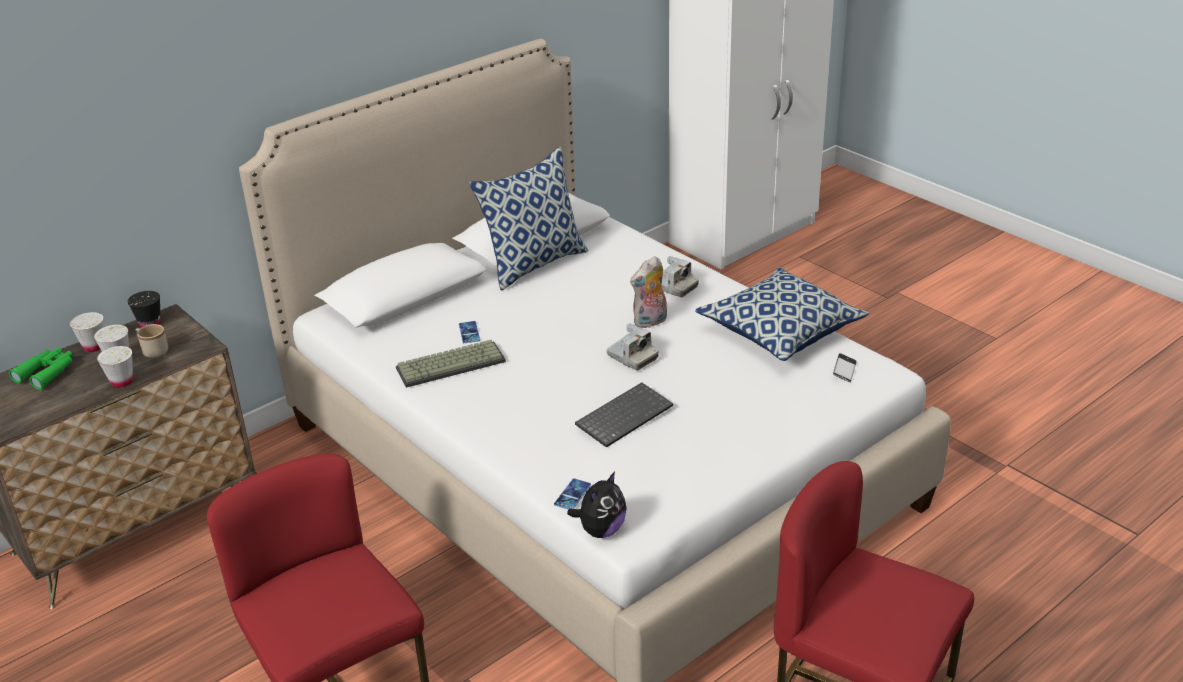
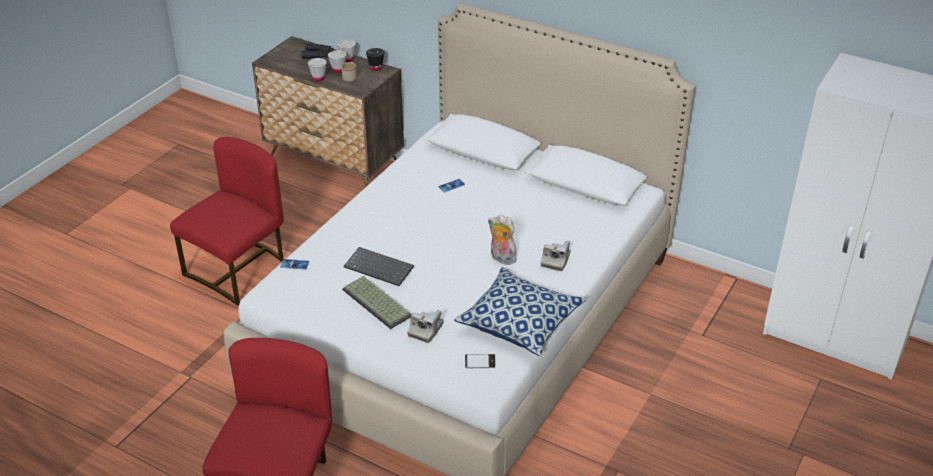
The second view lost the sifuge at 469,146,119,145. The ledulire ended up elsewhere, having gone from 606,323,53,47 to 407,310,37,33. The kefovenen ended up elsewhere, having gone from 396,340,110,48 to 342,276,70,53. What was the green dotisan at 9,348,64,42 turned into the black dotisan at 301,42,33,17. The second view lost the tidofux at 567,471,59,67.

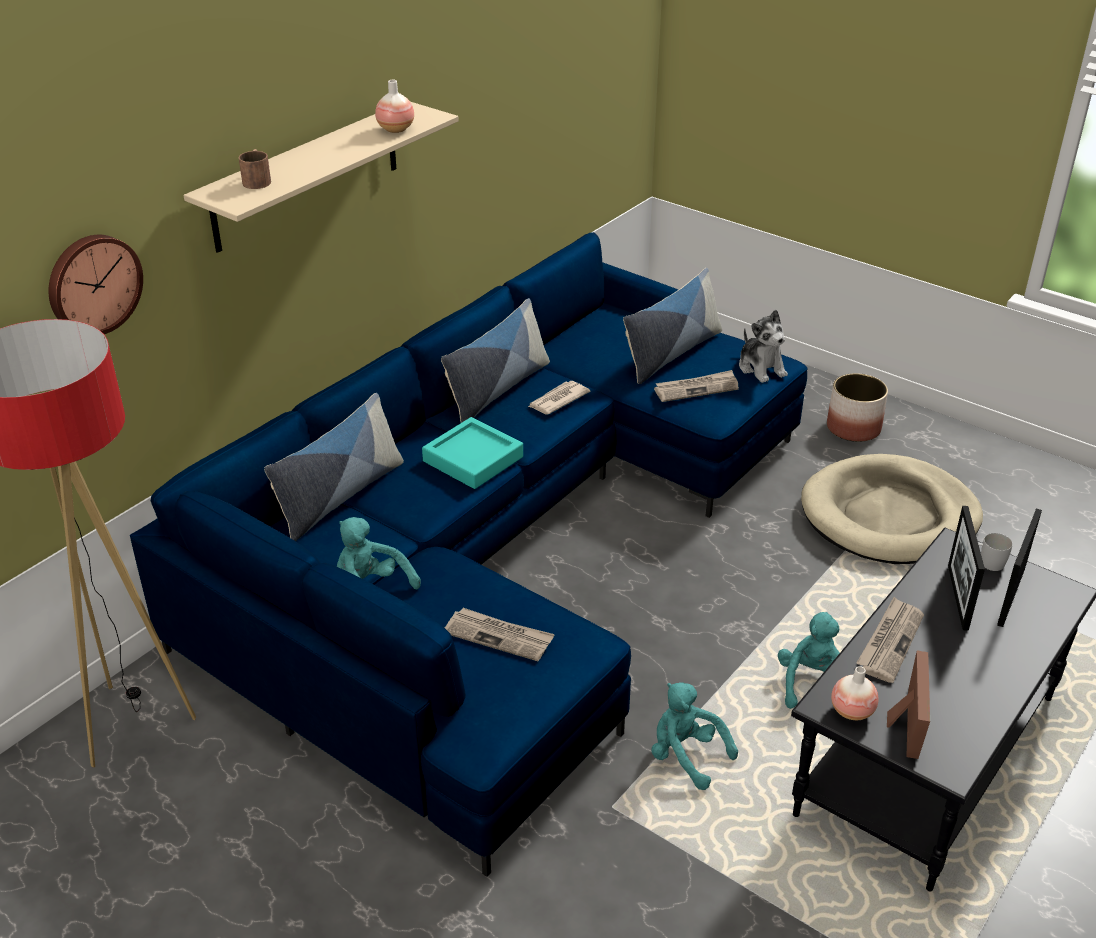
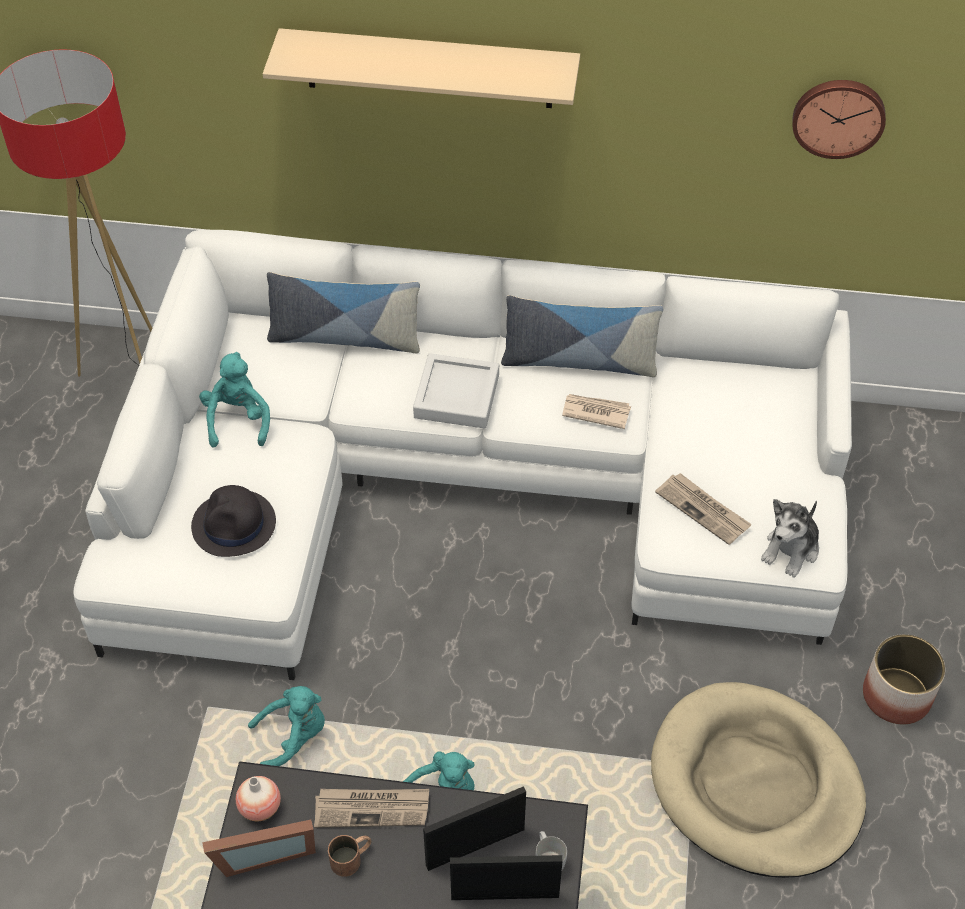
The second view lost the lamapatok at 375,80,39,53. The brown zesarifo ended up elsewhere, having gone from 239,149,32,40 to 328,835,43,42. What was the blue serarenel at 130,232,678,645 turned into the white serarenel at 73,230,779,450. The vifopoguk ended up elsewhere, having gone from 48,235,95,99 to 793,80,93,79. The second view lost the sifuge at 623,268,99,116. What was the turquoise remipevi at 422,417,101,72 turned into the grey remipevi at 413,353,86,76. Where the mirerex stood at 444,608,111,53, the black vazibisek came to stand at 191,485,85,72. The turquoise tidofux at 651,682,87,108 ended up facing another way, 60 degrees clockwise from before.

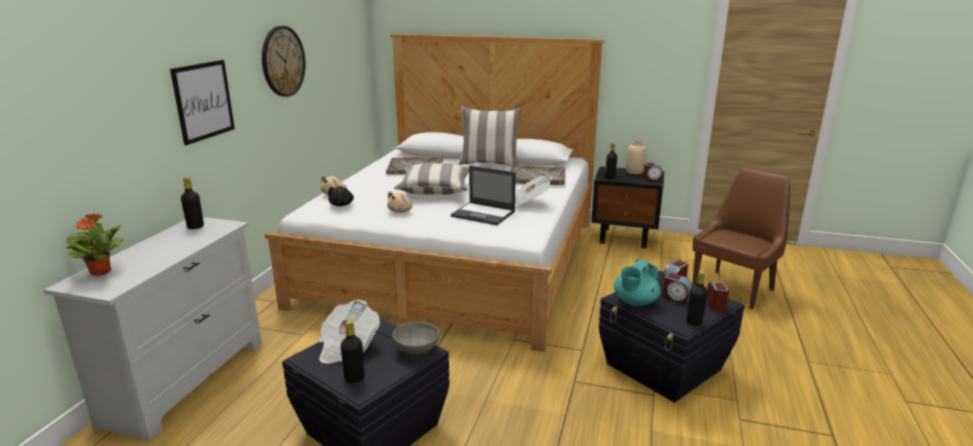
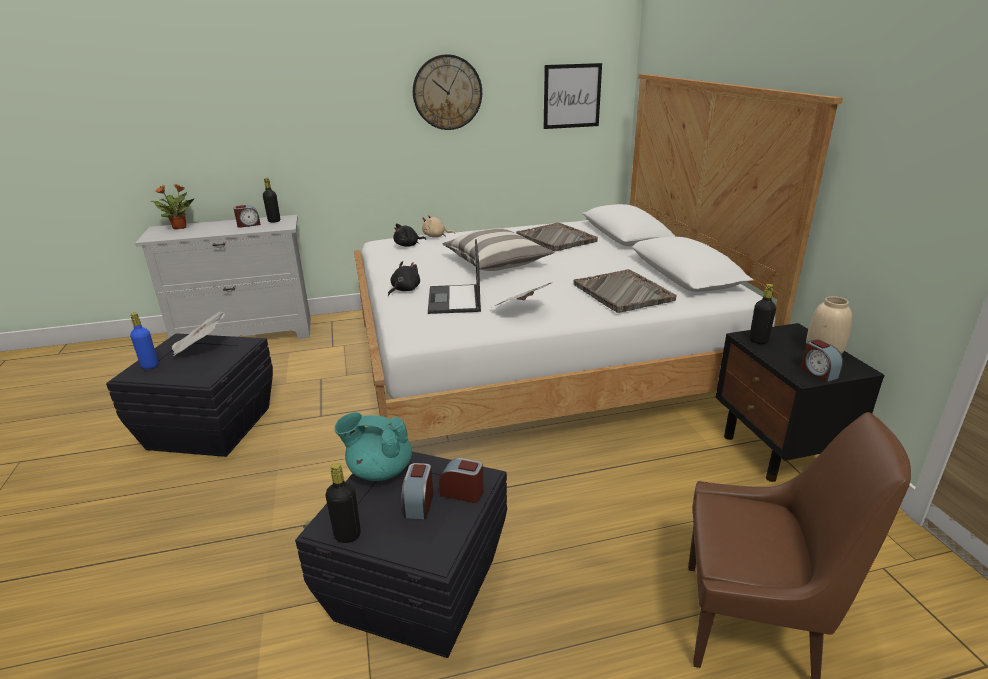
The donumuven ended up elsewhere, having gone from 170,60,65,85 to 544,63,58,66. The second view lost the sifuge at 458,106,64,61. The second view lost the beige tidofux at 387,191,26,22. The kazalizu ended up elsewhere, having gone from 707,282,22,30 to 233,205,28,23. What was the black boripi at 340,321,24,62 turned into the blue boripi at 130,313,28,56. The second view lost the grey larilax at 392,321,48,34. The second view gained the black tidofux at 388,261,32,35.

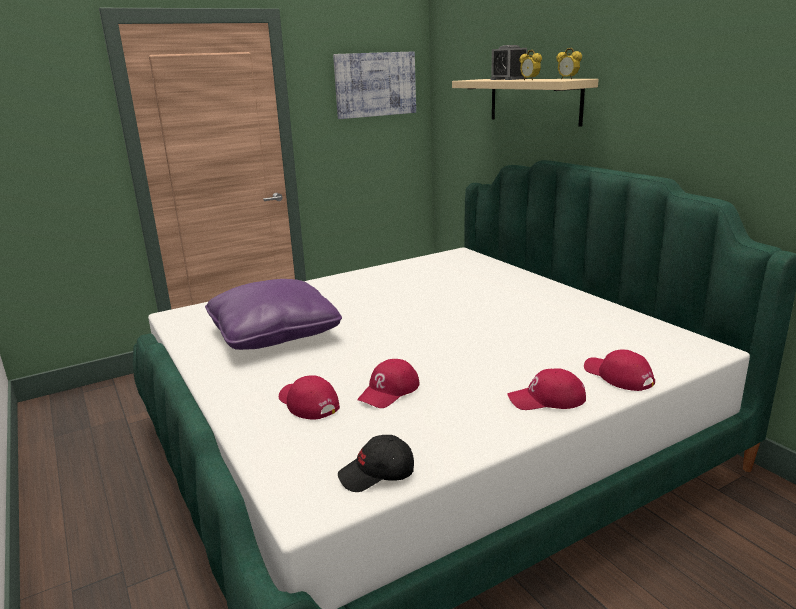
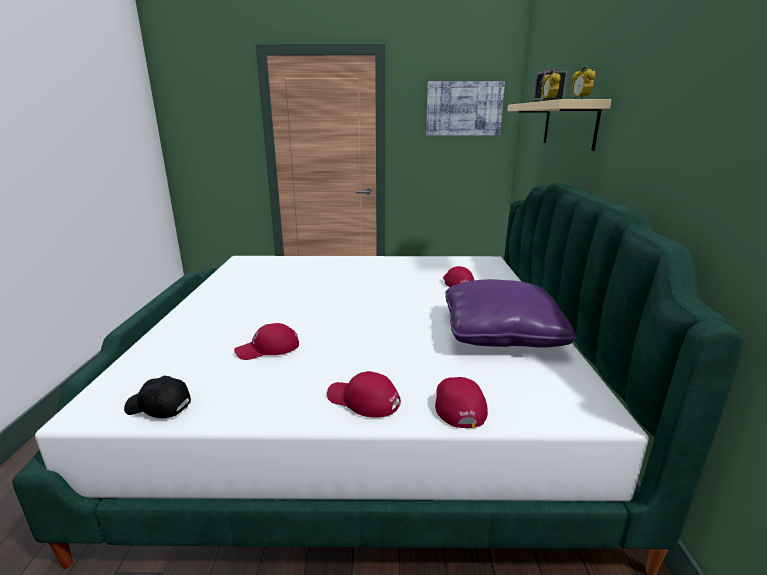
The purple sifuge ended up elsewhere, having gone from 205,279,137,71 to 445,279,131,69. The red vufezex ended up elsewhere, having gone from 279,375,61,44 to 443,266,31,21.

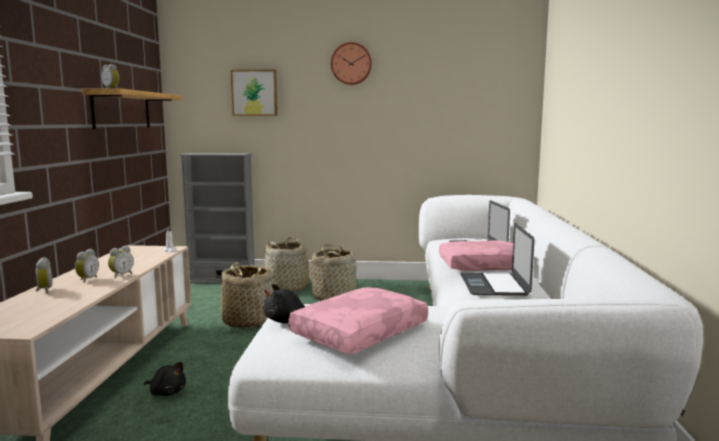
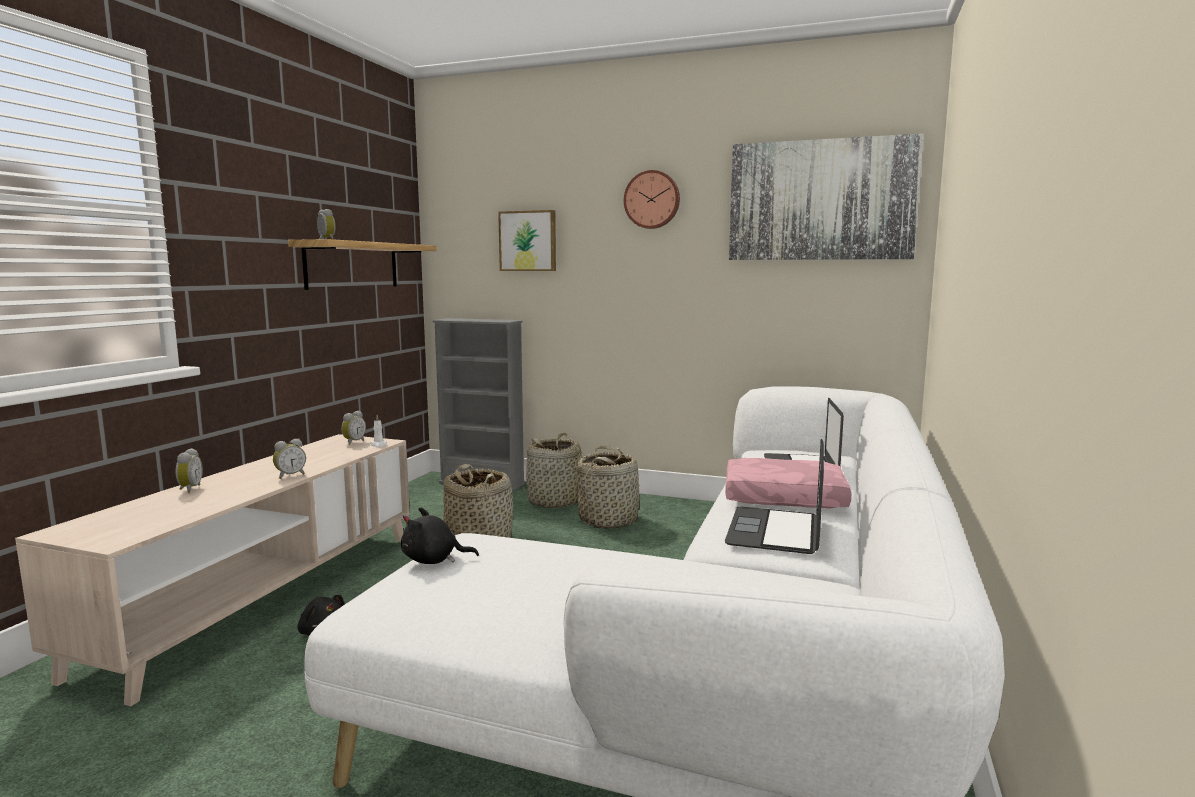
The kazalizu ended up elsewhere, having gone from 75,249,24,34 to 341,411,25,34. The second view lost the pink sifuge at 289,287,139,67. The second view gained the donumuven at 729,133,195,127.

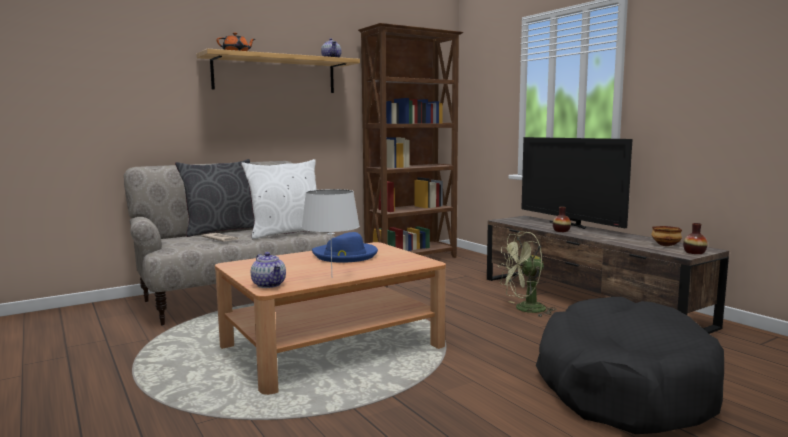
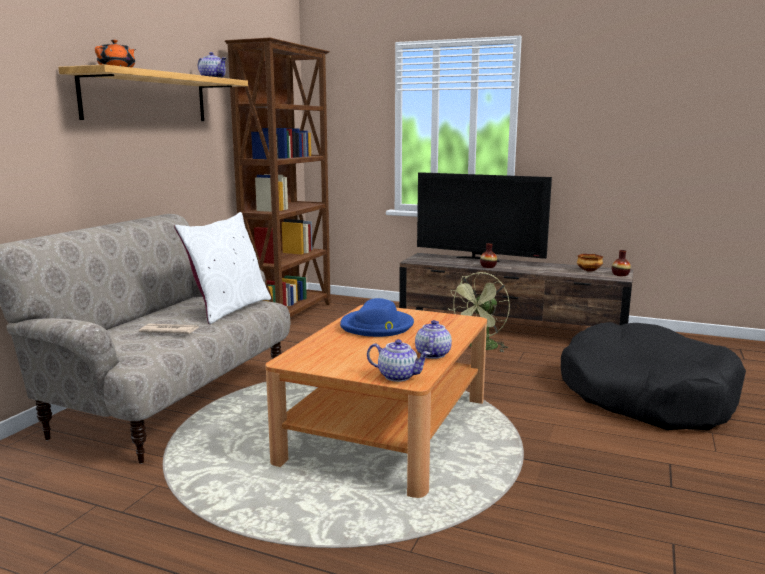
The second view lost the grey sifuge at 175,159,79,78. Where the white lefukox stood at 301,189,59,84, the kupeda came to stand at 415,320,37,39.

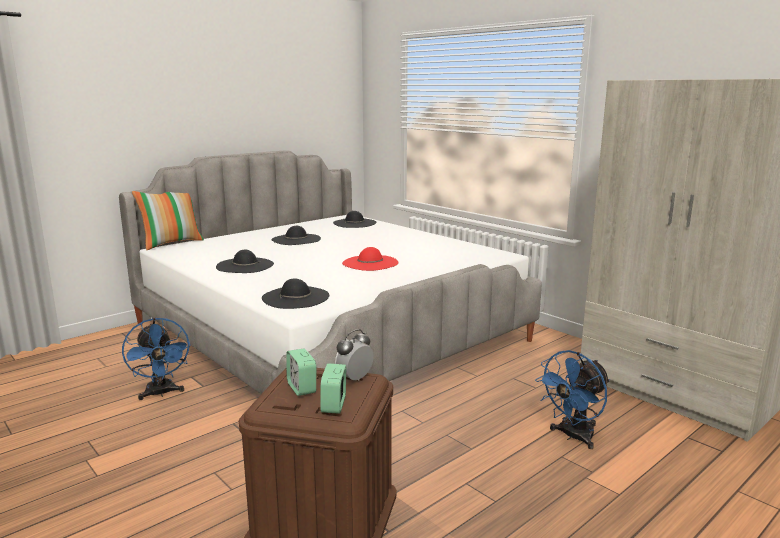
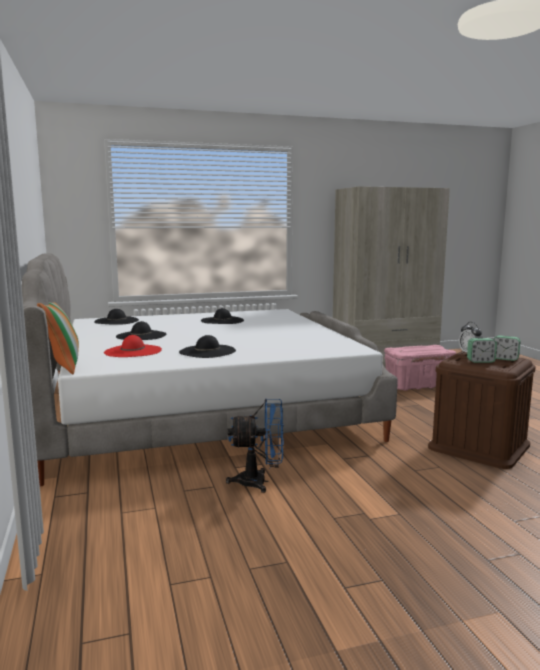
The red vazibisek ended up elsewhere, having gone from 342,247,56,24 to 104,335,58,22. The black vazibisek ended up elsewhere, having gone from 262,278,67,31 to 201,308,43,16. Where the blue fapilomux stood at 535,350,75,99, the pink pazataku came to stand at 384,345,72,46.

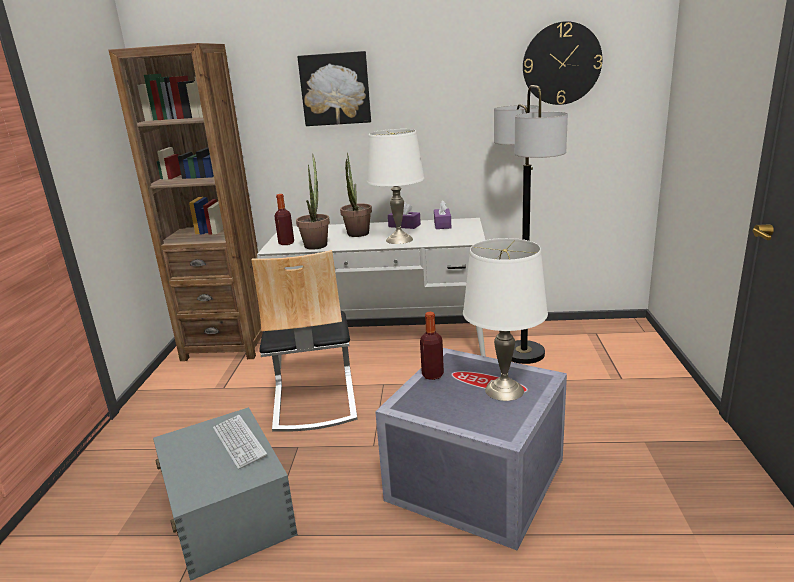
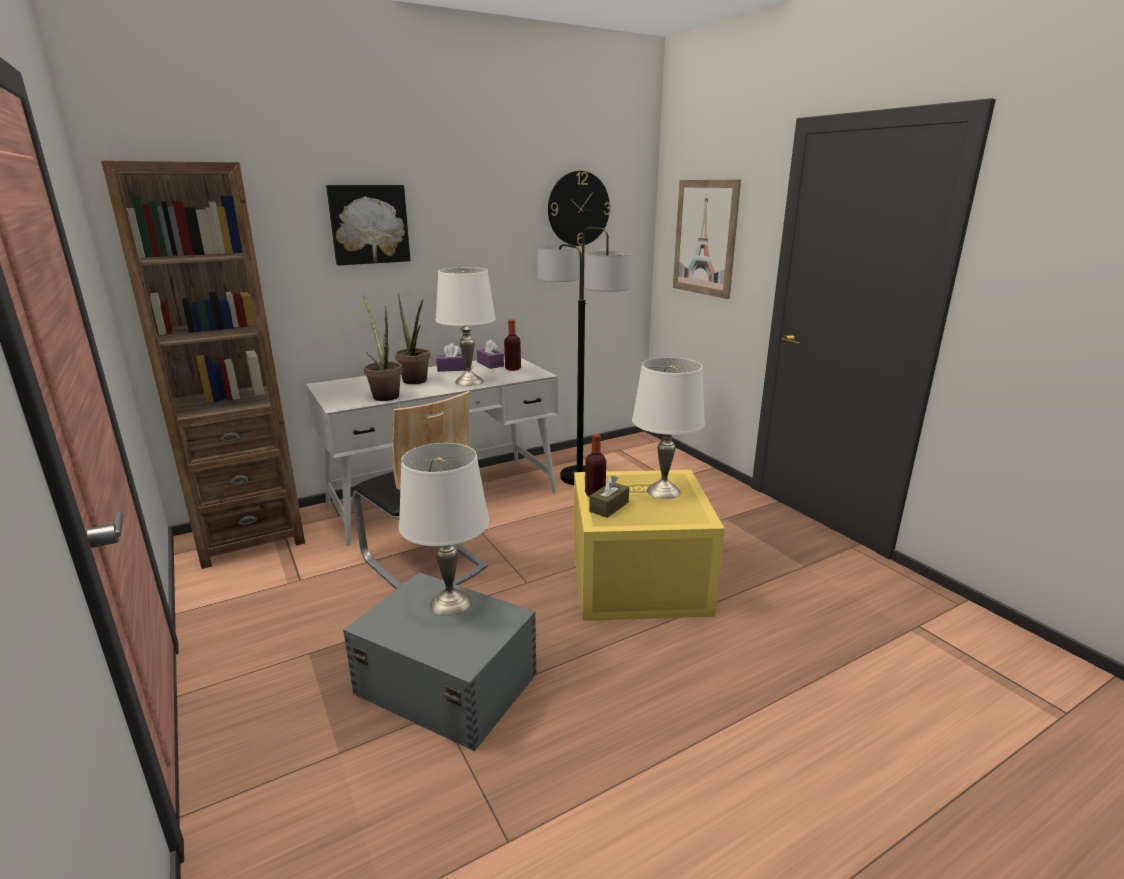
The boripi ended up elsewhere, having gone from 274,194,20,51 to 504,319,17,52. What was the grey pazataku at 375,348,192,203 turned into the yellow pazataku at 574,470,151,151. Where the kefovenen stood at 213,415,54,54, the white lefukox came to stand at 399,443,90,173. The second view gained the donumuven at 673,180,68,119. The second view gained the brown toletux at 589,476,40,42.

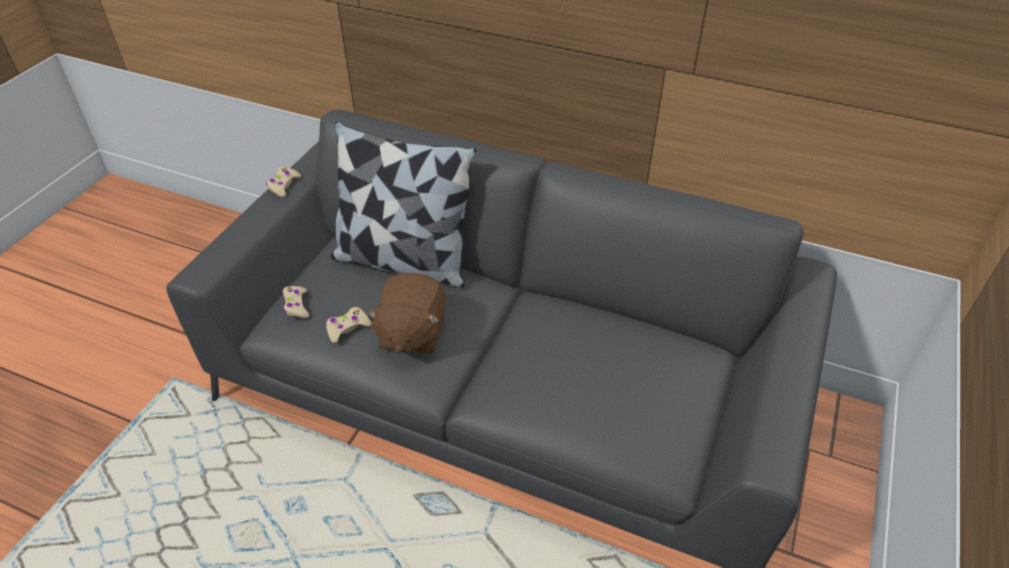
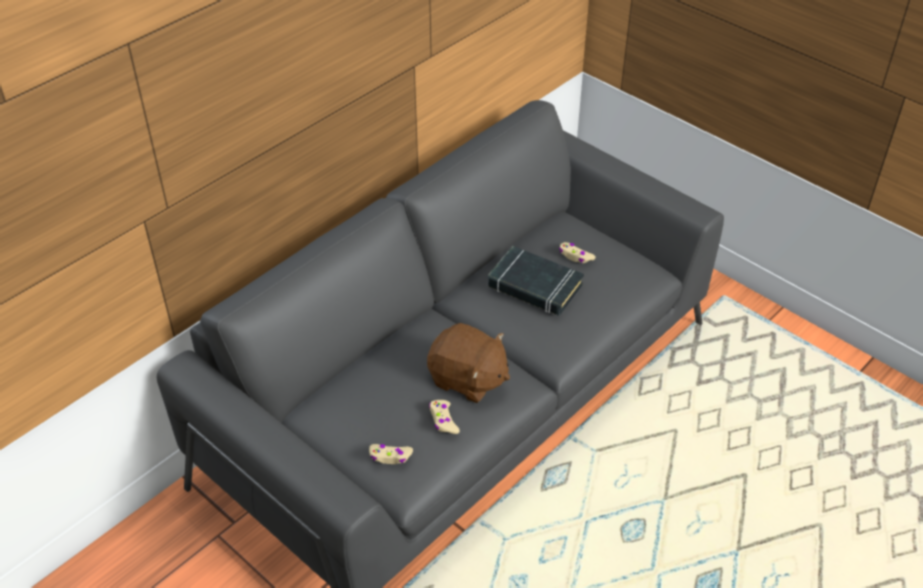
The second view lost the sifuge at 331,121,145,166. The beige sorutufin ended up elsewhere, having gone from 266,167,35,31 to 559,242,37,21. The second view gained the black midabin at 488,246,96,70.

